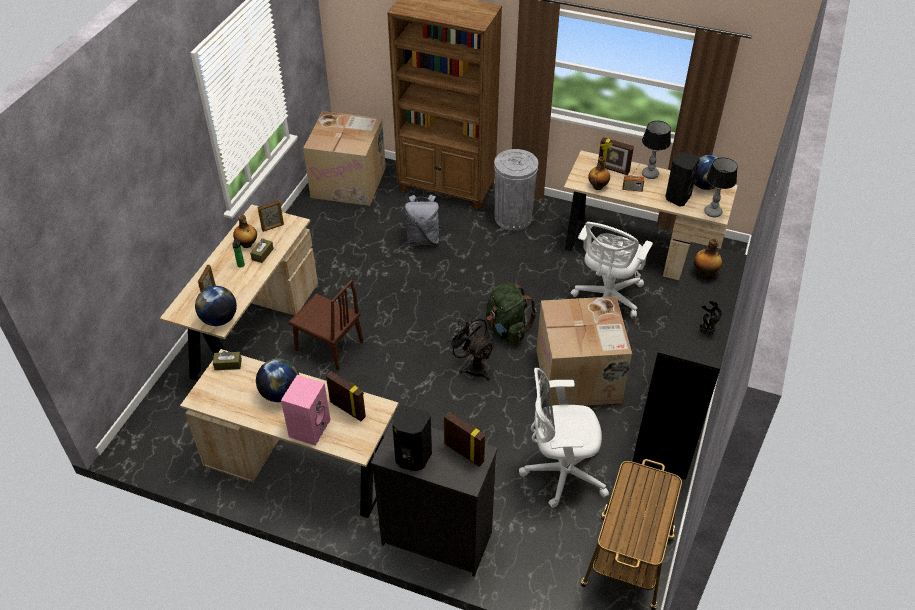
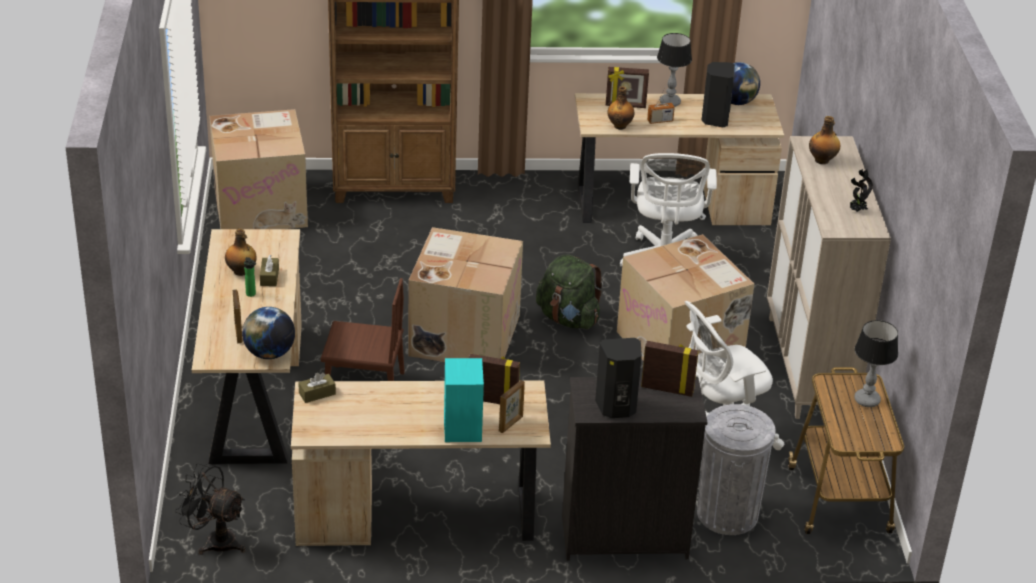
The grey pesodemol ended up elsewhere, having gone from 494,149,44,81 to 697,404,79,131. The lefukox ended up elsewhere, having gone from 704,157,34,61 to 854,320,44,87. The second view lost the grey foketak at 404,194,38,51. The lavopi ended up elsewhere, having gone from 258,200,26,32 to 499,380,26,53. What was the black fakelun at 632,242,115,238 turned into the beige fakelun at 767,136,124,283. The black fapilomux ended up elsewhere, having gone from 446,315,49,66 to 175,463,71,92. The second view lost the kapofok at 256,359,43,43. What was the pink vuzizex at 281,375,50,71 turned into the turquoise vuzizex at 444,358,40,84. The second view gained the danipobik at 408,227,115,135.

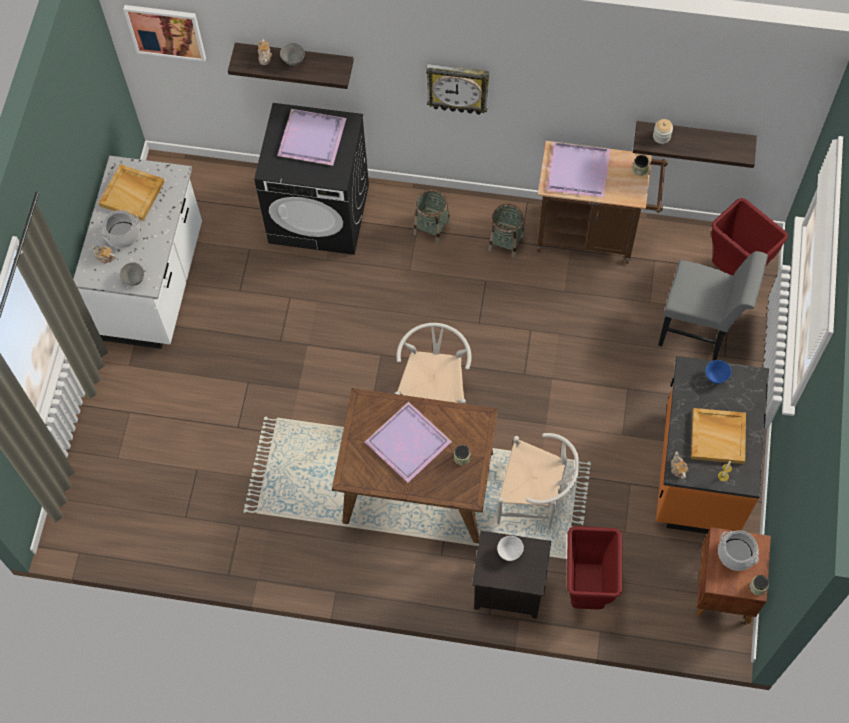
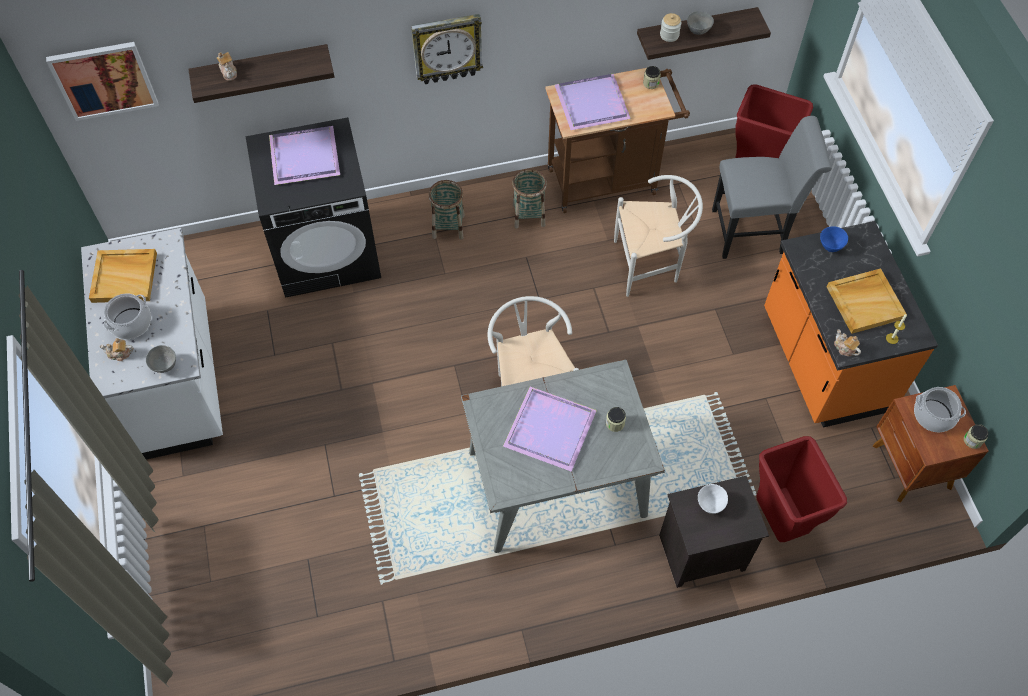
The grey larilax ended up elsewhere, having gone from 280,43,25,23 to 687,11,27,24. What was the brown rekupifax at 332,388,166,155 turned into the grey rekupifax at 461,359,204,194. The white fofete ended up elsewhere, having gone from 497,433,83,95 to 614,175,89,122.

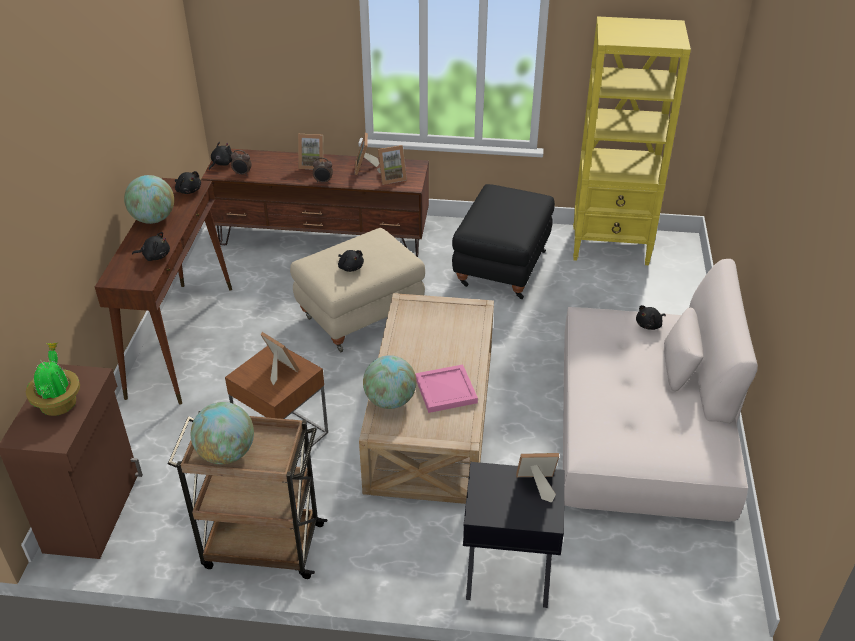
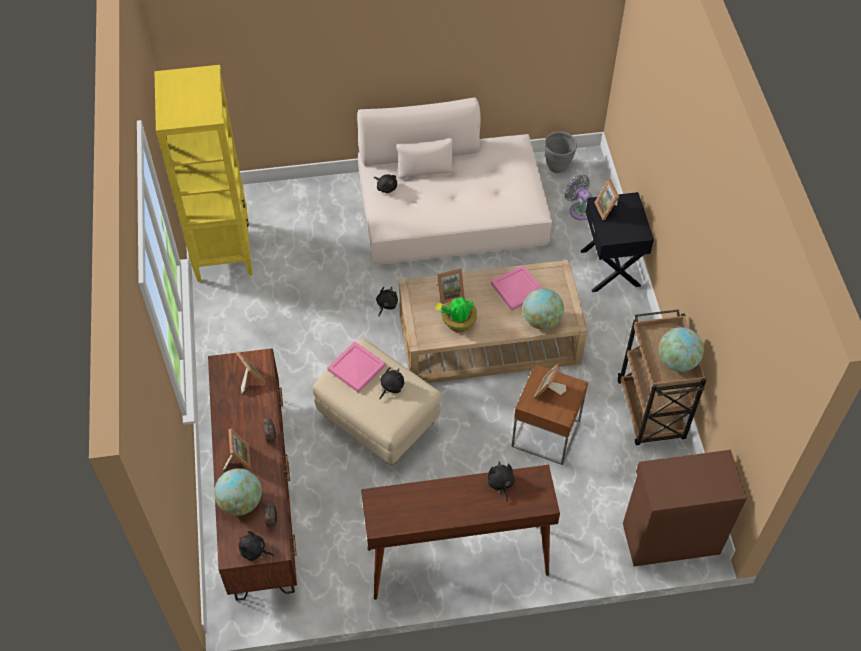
The lavopi ended up elsewhere, having gone from 355,133,25,42 to 436,269,29,35. The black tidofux ended up elsewhere, having gone from 175,171,26,23 to 376,287,22,29. The kapofok ended up elsewhere, having gone from 124,175,50,49 to 214,468,48,48. The second view lost the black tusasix at 452,184,103,115. The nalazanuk ended up elsewhere, having gone from 26,343,54,73 to 435,297,42,35. The second view gained the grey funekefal at 545,131,32,42. The second view gained the grey fapilomux at 564,175,28,45. The second view gained the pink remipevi at 327,341,59,52.

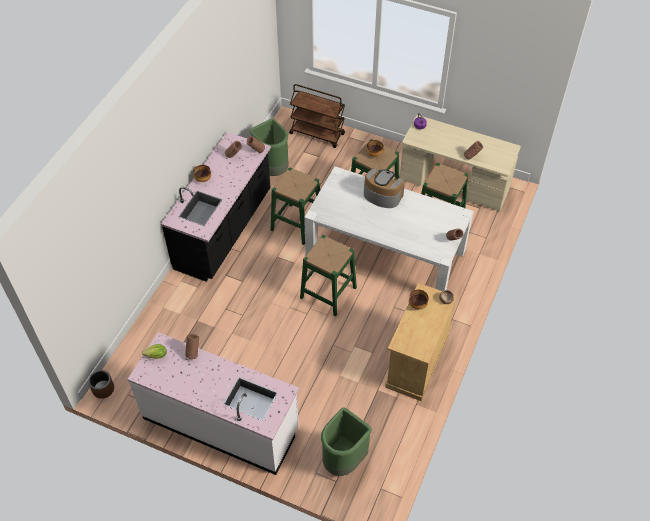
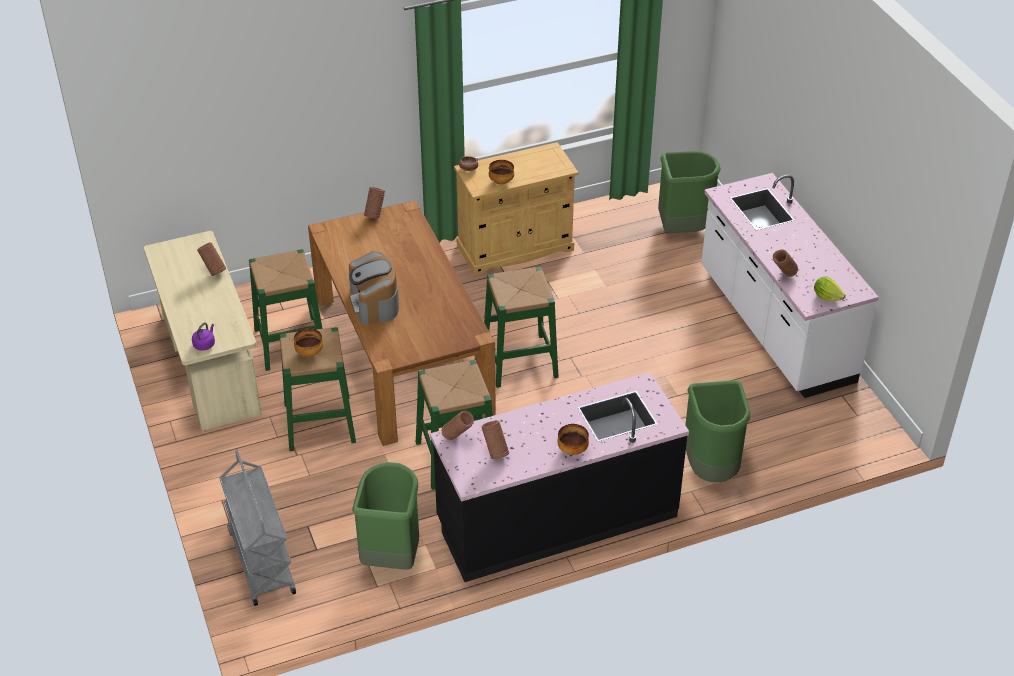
What was the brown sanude at 289,84,56,64 turned into the grey sanude at 219,450,77,156. What was the white rekupifax at 304,166,170,125 turned into the brown rekupifax at 308,200,188,246. The second view lost the brown funekefal at 88,370,26,29. The second view gained the green pesodemol at 685,380,65,102.

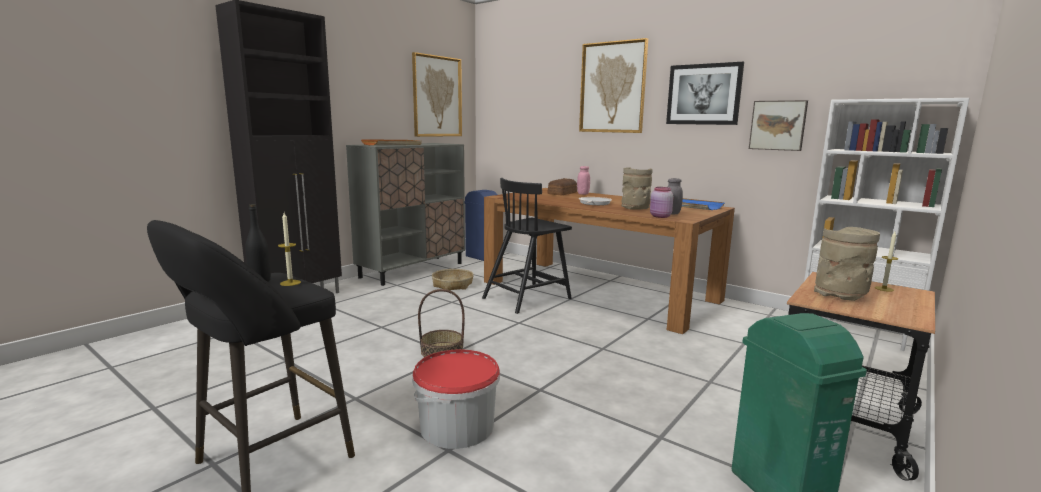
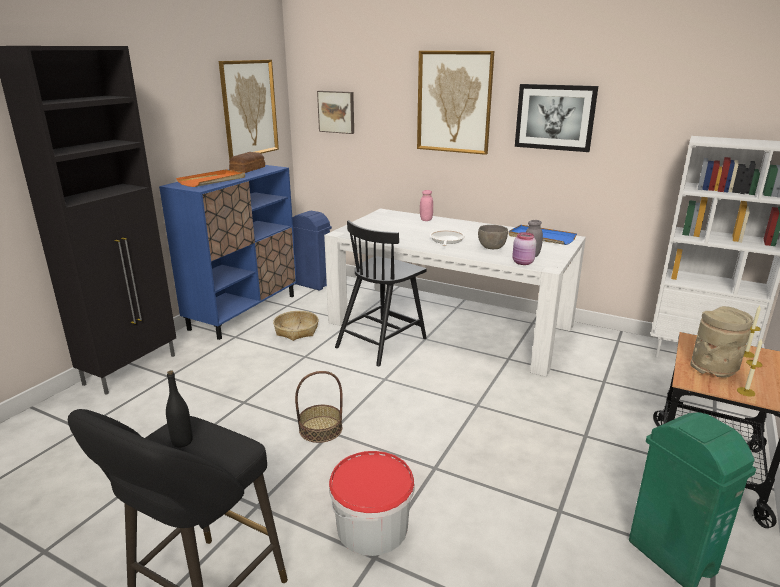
The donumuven ended up elsewhere, having gone from 749,100,59,51 to 317,91,37,43. What was the grey fakelun at 346,143,119,143 turned into the blue fakelun at 159,165,138,175. Where the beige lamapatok stood at 622,167,31,43, the grey larilax came to stand at 478,225,30,24. The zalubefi ended up elsewhere, having gone from 548,178,29,17 to 229,152,36,21. What was the brown rekupifax at 484,188,251,146 turned into the white rekupifax at 324,209,262,168. The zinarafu ended up elsewhere, having gone from 278,213,23,73 to 737,338,26,59.

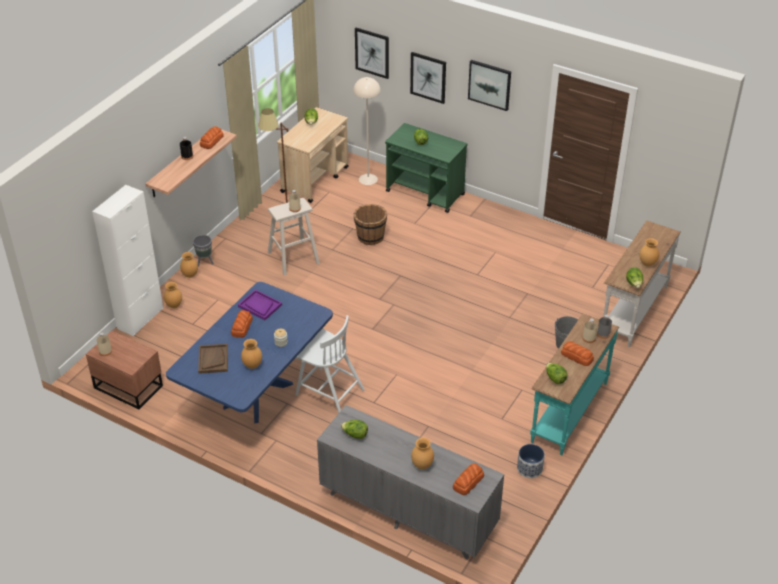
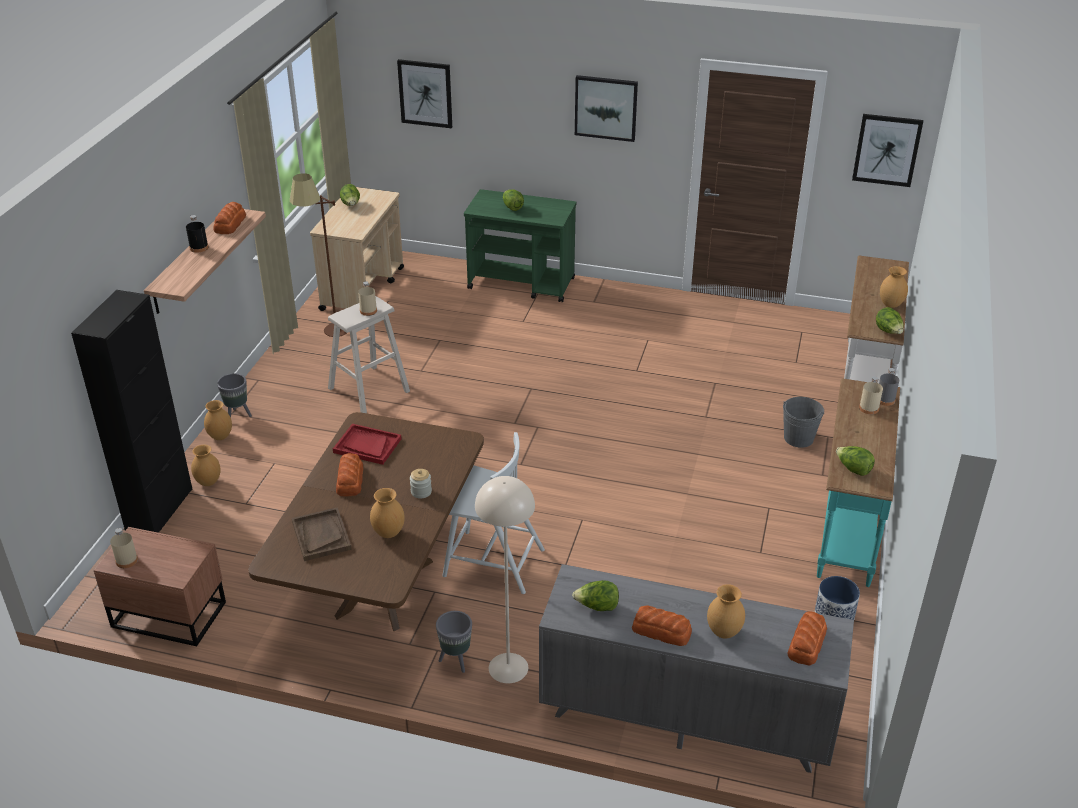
The donumuven ended up elsewhere, having gone from 410,52,36,52 to 852,114,71,73. The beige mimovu ended up elsewhere, having gone from 353,77,28,108 to 475,476,60,207. What was the white fakelun at 92,185,72,151 turned into the black fakelun at 71,290,122,243. The second view lost the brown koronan at 353,204,34,41. What was the blue rekupifax at 166,282,167,142 turned into the brown rekupifax at 248,412,236,219. What was the purple remipevi at 238,290,44,30 turned into the red remipevi at 333,424,69,41. The zalubefi ended up elsewhere, having gone from 561,341,33,25 to 632,606,60,40. The second view gained the grey funekefal at 436,611,36,62.

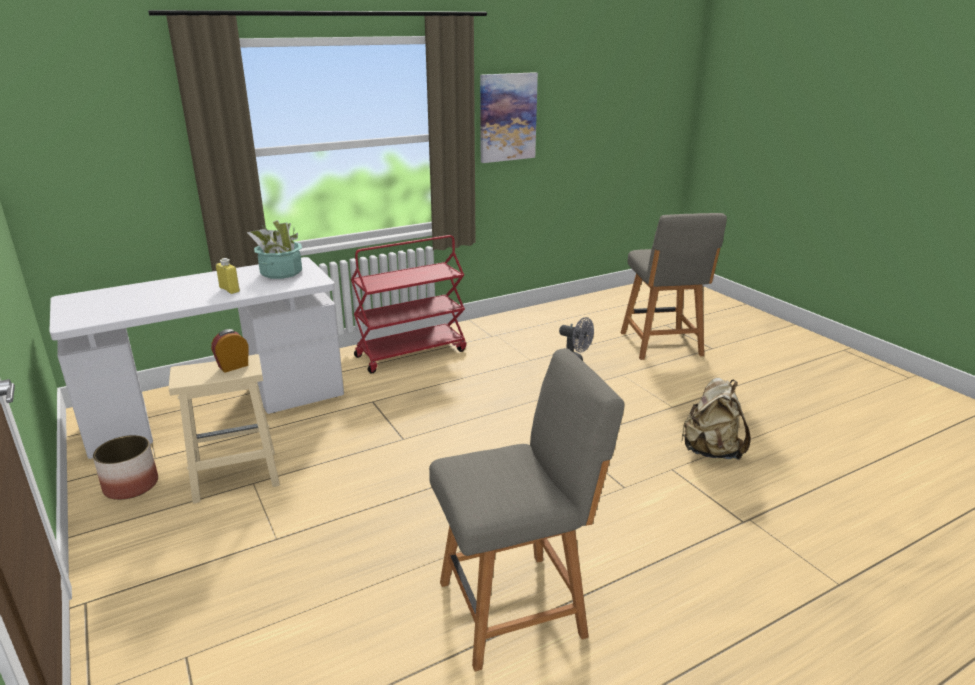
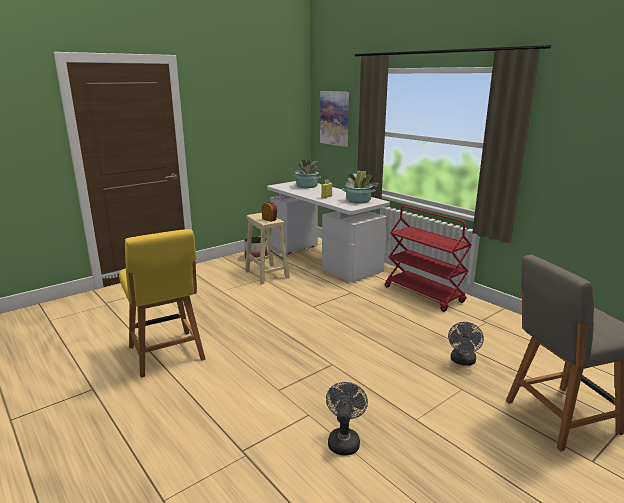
The donumuven ended up elsewhere, having gone from 480,72,58,91 to 320,91,29,56. What was the grey fofete at 429,348,196,324 turned into the yellow fofete at 119,229,86,149. Where the beige foketak stood at 681,378,70,82, the grey fapilomux came to stand at 326,382,42,74. The second view gained the nalazanuk at 291,159,30,29.

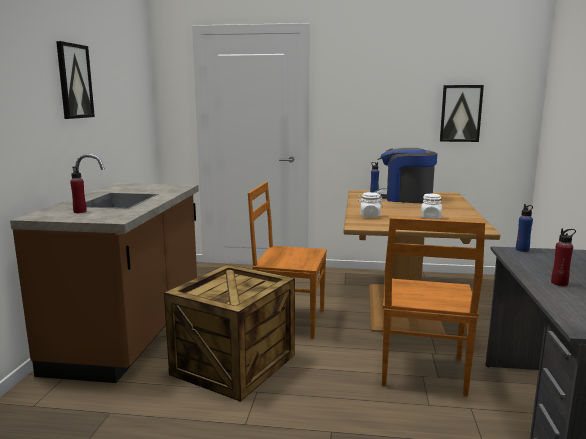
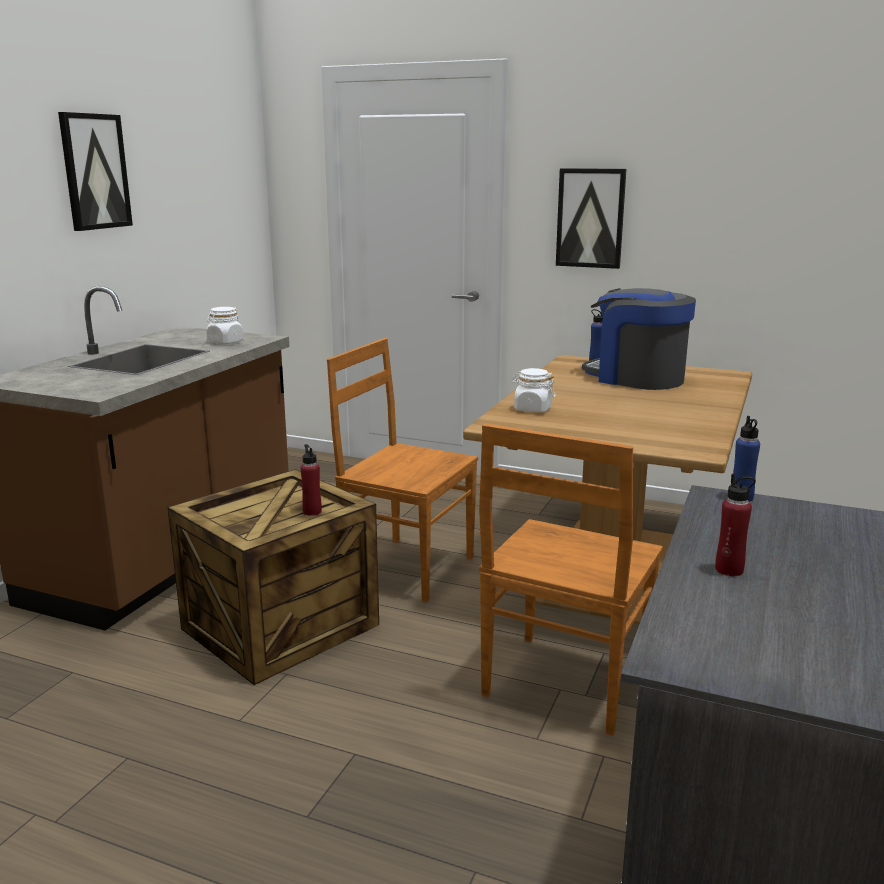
The donumuven ended up elsewhere, having gone from 440,85,44,57 to 556,168,71,101. The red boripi ended up elsewhere, having gone from 70,167,17,46 to 300,444,22,72. The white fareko ended up elsewhere, having gone from 421,194,21,25 to 206,307,37,37.

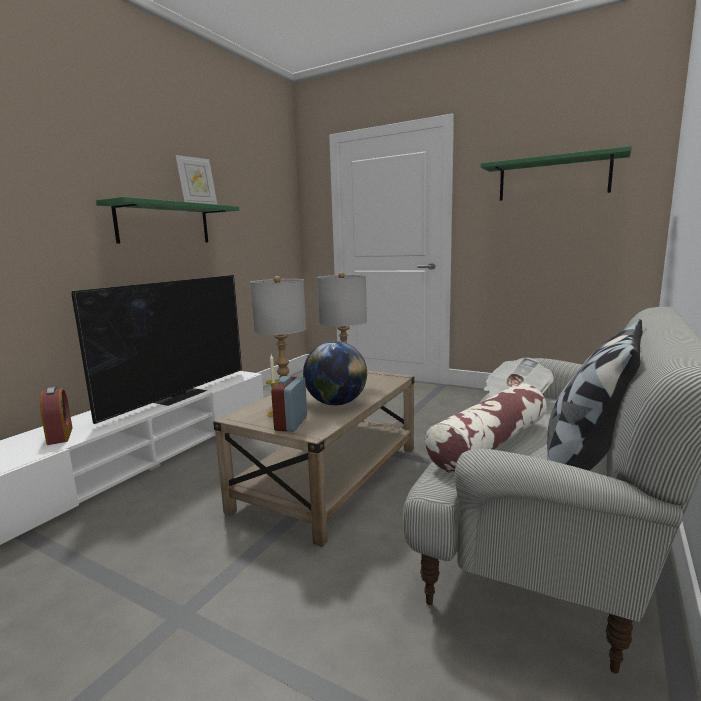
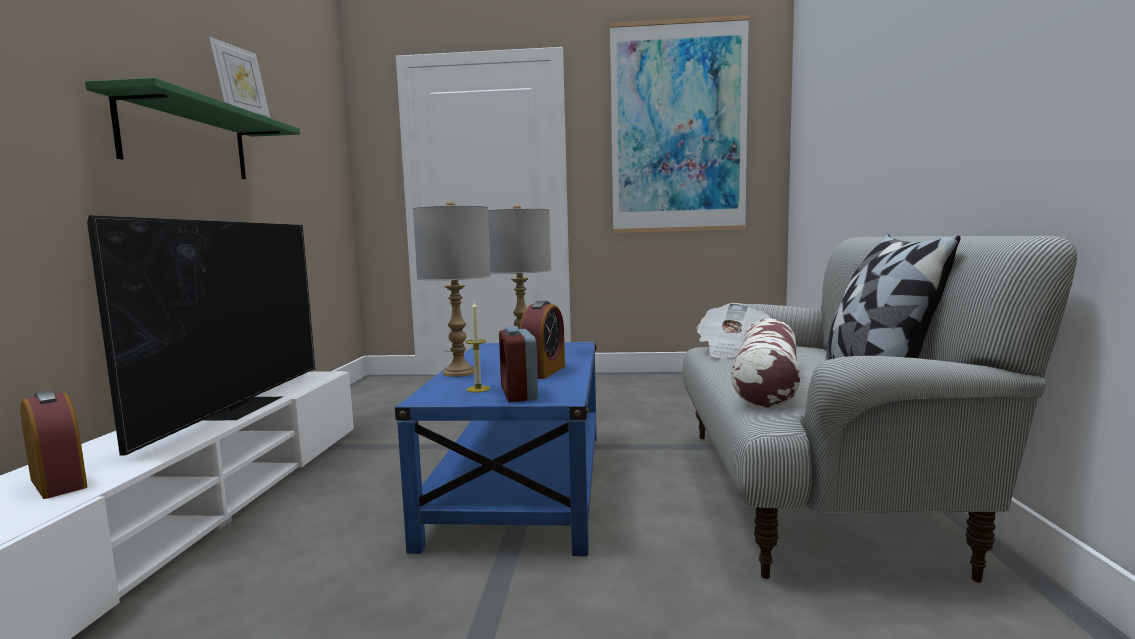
Where the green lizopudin hung at 481,146,151,55, the donumuven came to hang at 610,15,139,218. Where the kapofok stood at 303,341,64,65, the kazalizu came to stand at 520,301,45,78. What was the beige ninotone at 213,370,202,177 turned into the blue ninotone at 395,342,202,214.

